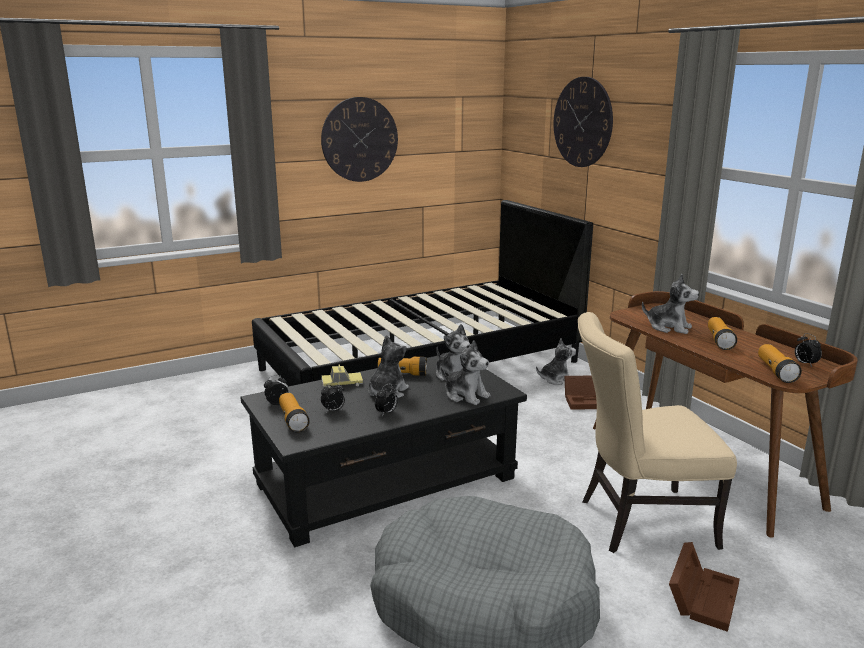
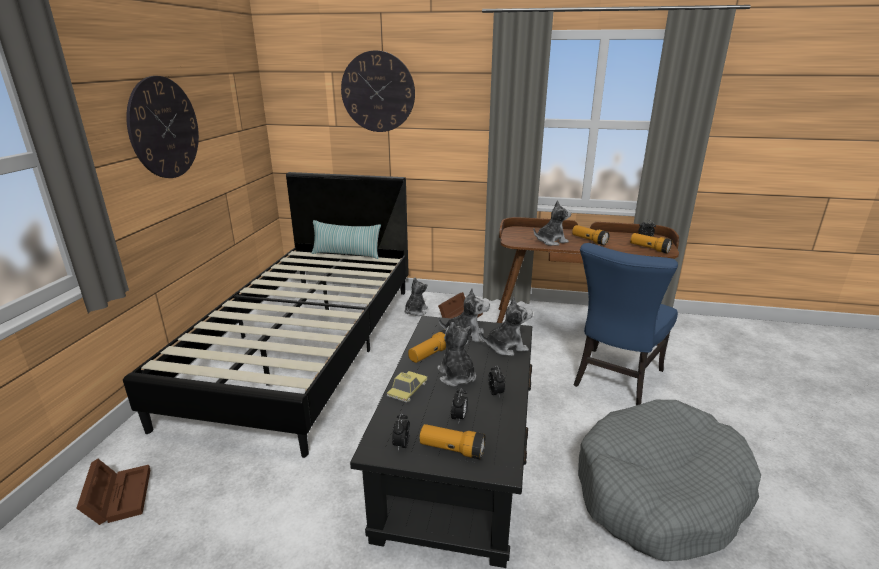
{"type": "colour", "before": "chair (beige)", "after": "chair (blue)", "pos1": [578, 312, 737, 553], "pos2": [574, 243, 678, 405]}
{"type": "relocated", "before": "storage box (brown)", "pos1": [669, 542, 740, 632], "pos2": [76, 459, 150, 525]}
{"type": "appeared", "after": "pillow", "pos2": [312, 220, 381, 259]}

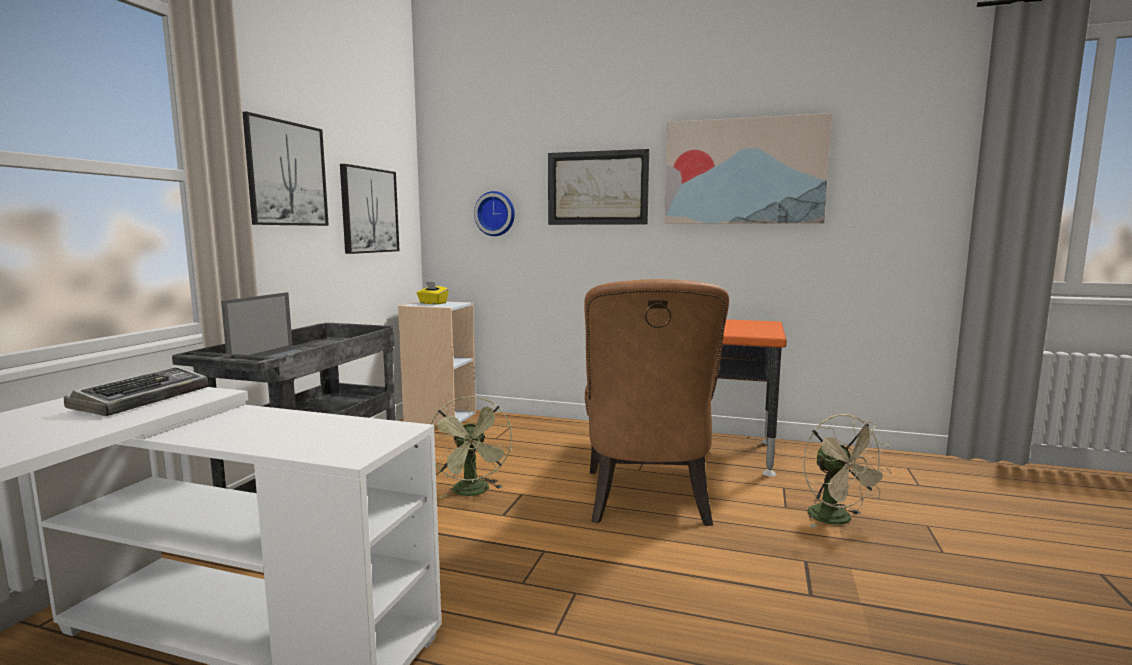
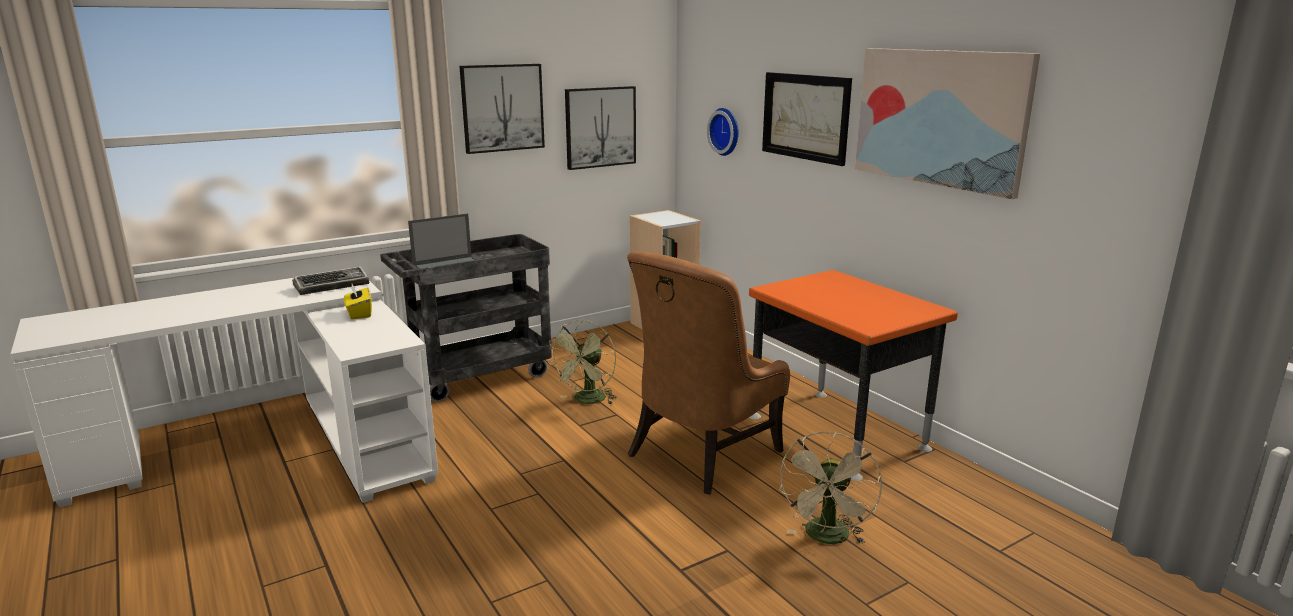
{"type": "relocated", "before": "tissue box (yellow)", "pos1": [417, 282, 449, 305], "pos2": [344, 284, 372, 319]}

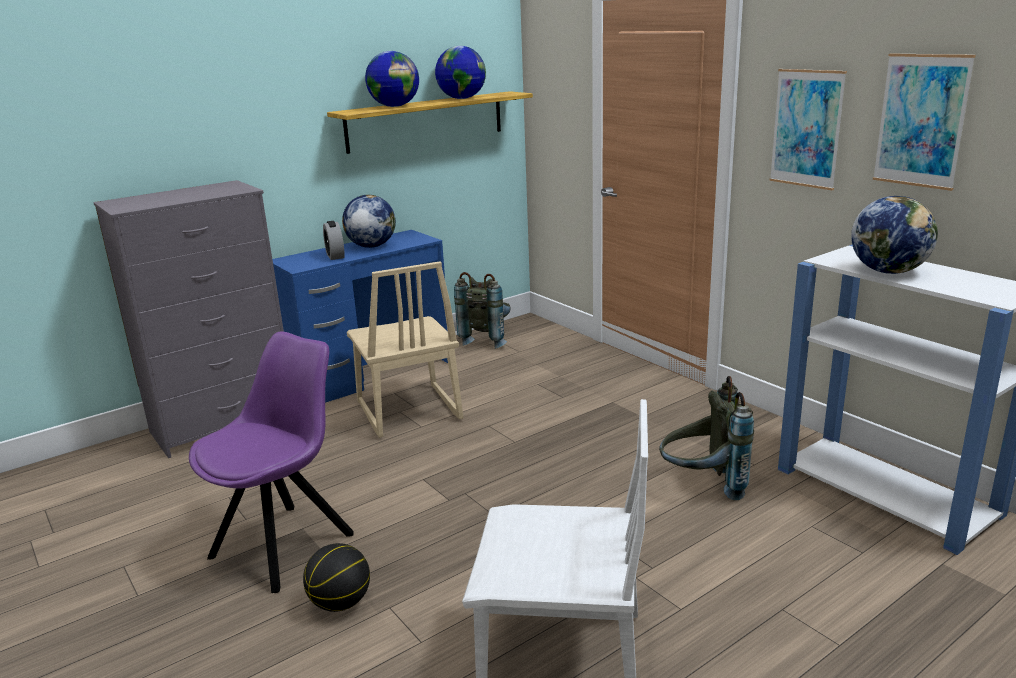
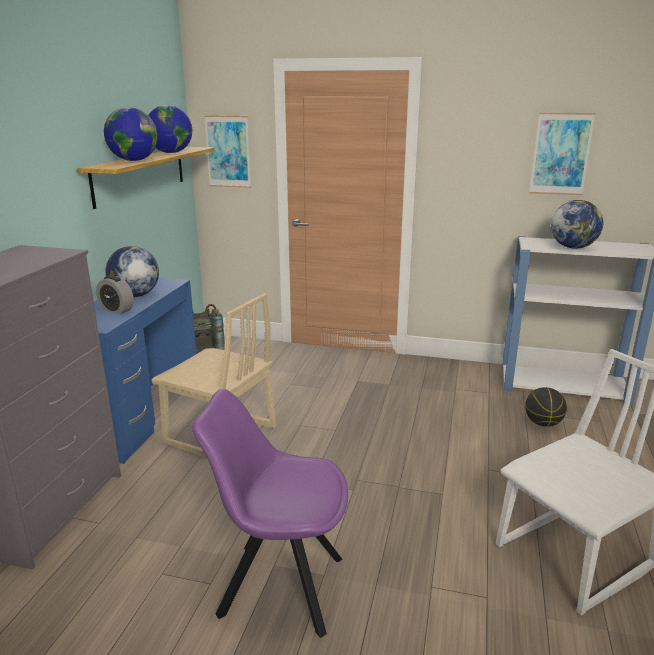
{"type": "relocated", "before": "picture", "pos1": [769, 69, 847, 190], "pos2": [204, 115, 251, 188]}
{"type": "spun", "before": "chair (purple)", "pos1": [189, 331, 354, 593], "pos2": [192, 389, 348, 638], "turn": -75}
{"type": "missing", "before": "backpack (grey)", "pos1": [659, 376, 754, 500]}
{"type": "relocated", "before": "basketball", "pos1": [303, 543, 370, 612], "pos2": [525, 387, 567, 427]}

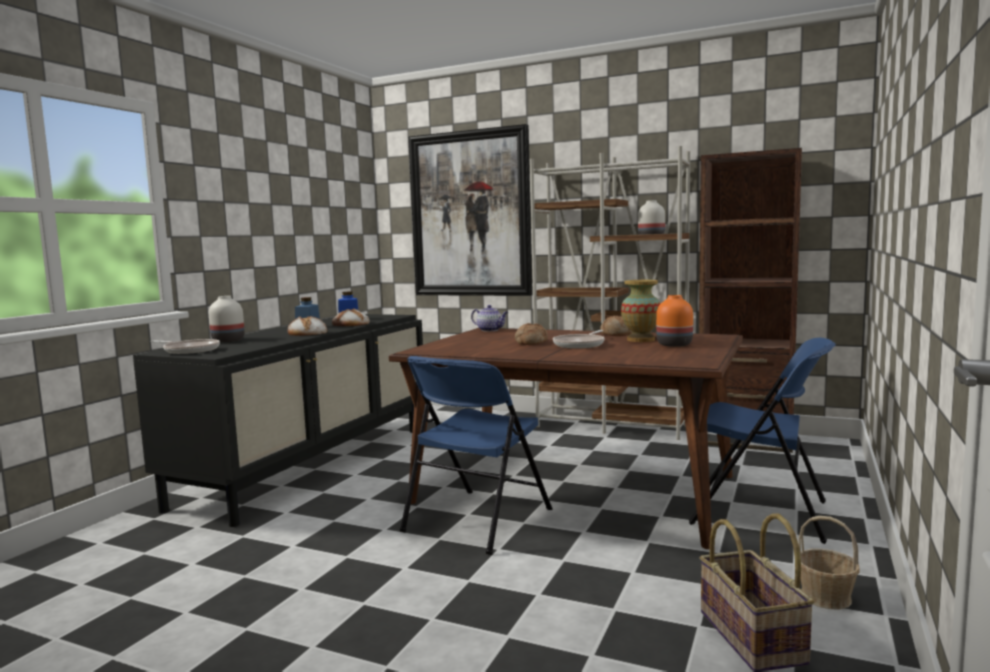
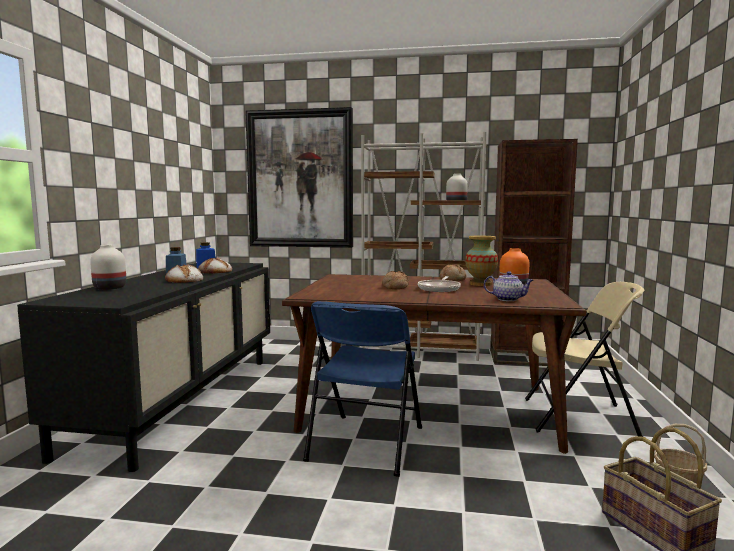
{"type": "relocated", "before": "teapot", "pos1": [471, 305, 508, 331], "pos2": [484, 271, 534, 301]}
{"type": "colour", "before": "chair (blue)", "after": "chair (beige)", "pos1": [689, 338, 836, 544], "pos2": [525, 282, 644, 437]}
{"type": "missing", "before": "frying pan", "pos1": [150, 339, 220, 354]}

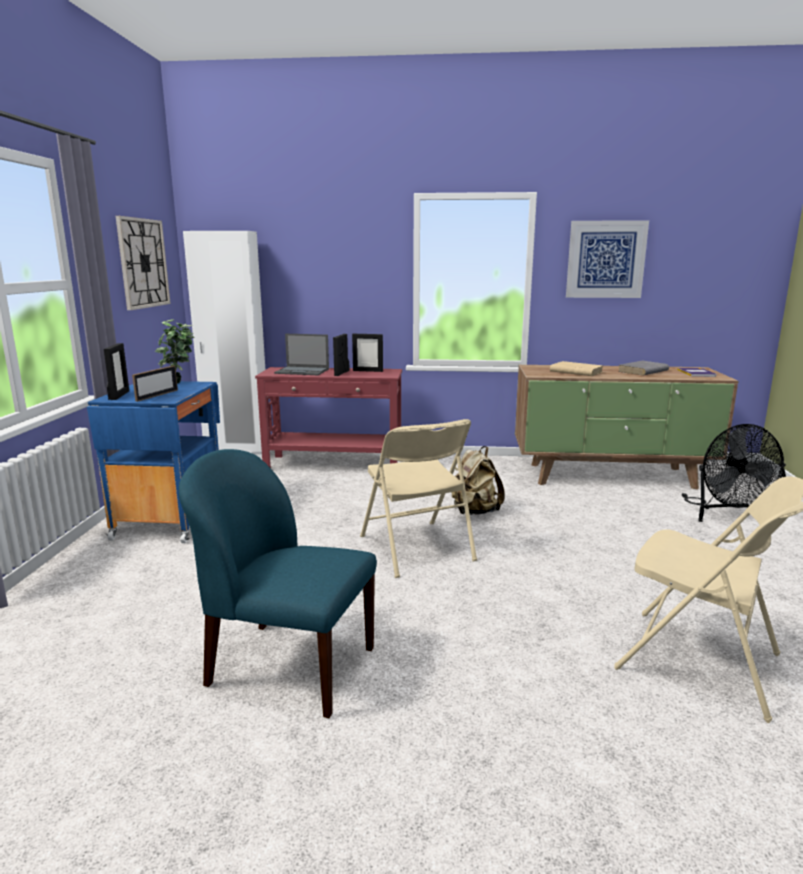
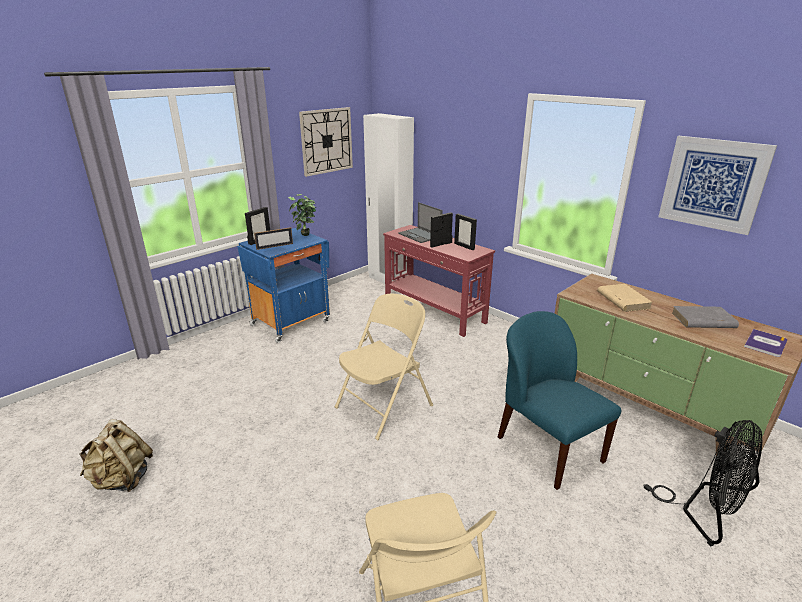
{"type": "spun", "before": "chair (beige)", "pos1": [360, 419, 477, 578], "pos2": [335, 294, 433, 440], "turn": -150}
{"type": "spun", "before": "fan (black)", "pos1": [682, 424, 786, 522], "pos2": [643, 420, 762, 547], "turn": -75}
{"type": "relocated", "before": "backpack (beige)", "pos1": [452, 446, 505, 515], "pos2": [79, 419, 153, 492]}
{"type": "relocated", "before": "chair (blue)", "pos1": [179, 449, 377, 718], "pos2": [498, 311, 621, 490]}

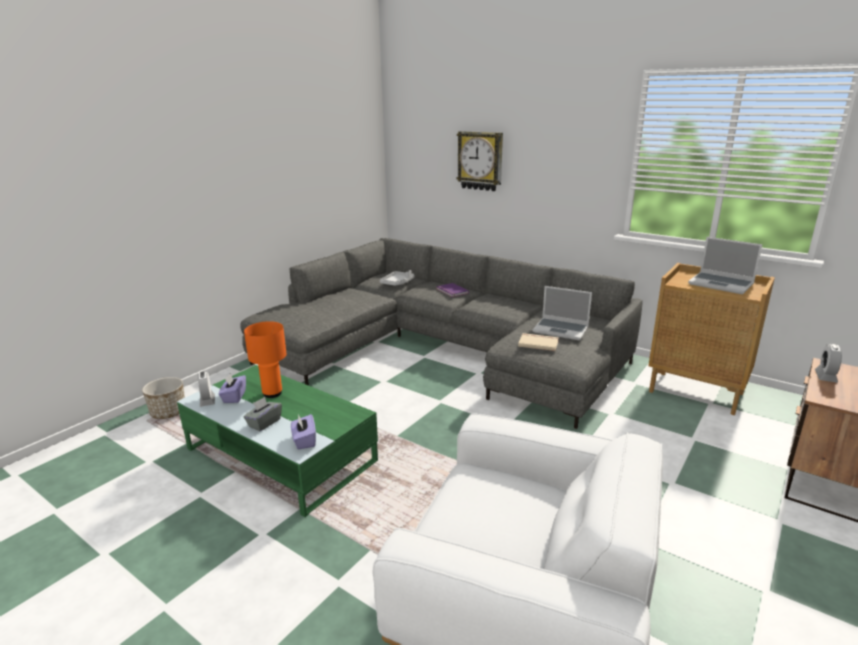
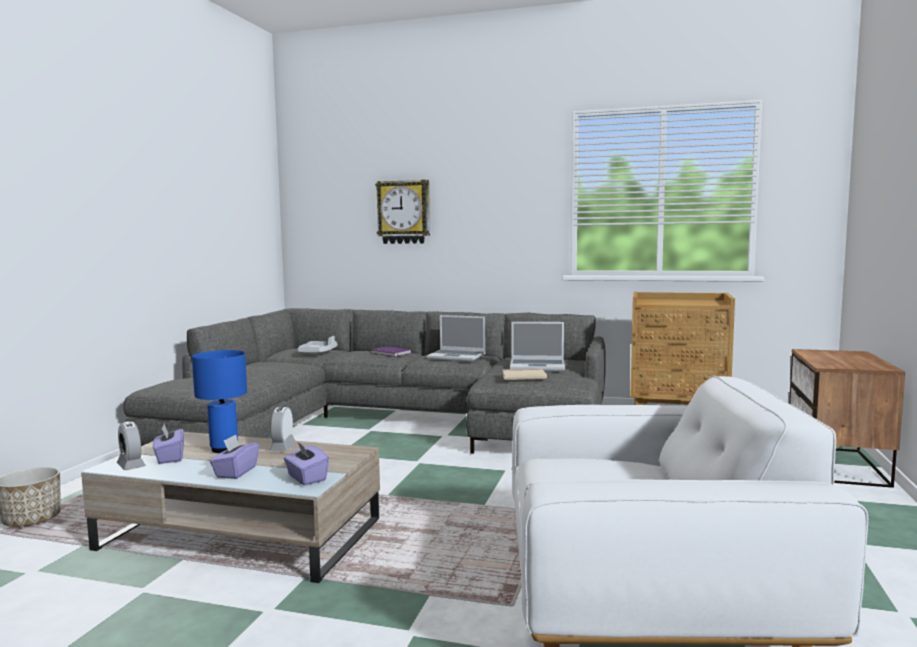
{"type": "relocated", "before": "laptop", "pos1": [688, 237, 763, 294], "pos2": [427, 315, 485, 362]}
{"type": "colour", "before": "table lamp (orange)", "after": "table lamp (blue)", "pos1": [244, 321, 286, 398], "pos2": [192, 350, 247, 453]}
{"type": "relocated", "before": "alarm clock", "pos1": [815, 344, 842, 383], "pos2": [269, 406, 296, 451]}
{"type": "colour", "before": "coffee table (green)", "after": "coffee table (beige)", "pos1": [177, 365, 378, 517], "pos2": [81, 432, 380, 583]}
{"type": "colour", "before": "tissue box (grey)", "after": "tissue box (purple)", "pos1": [244, 397, 282, 431], "pos2": [210, 434, 259, 479]}

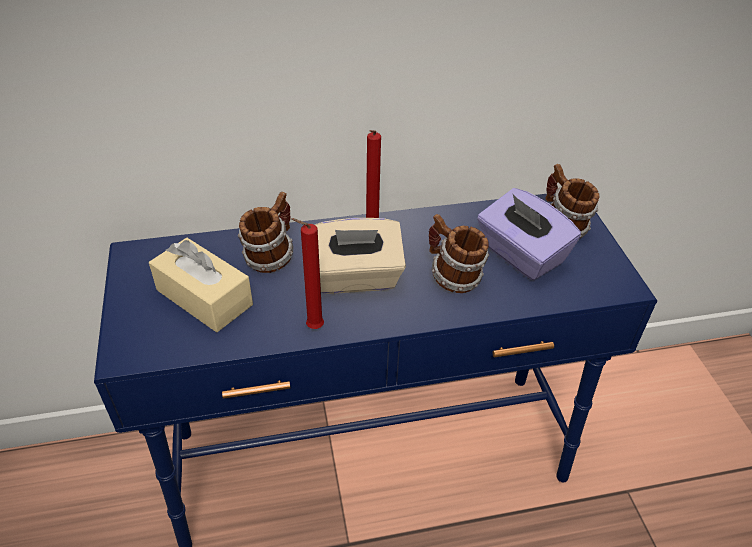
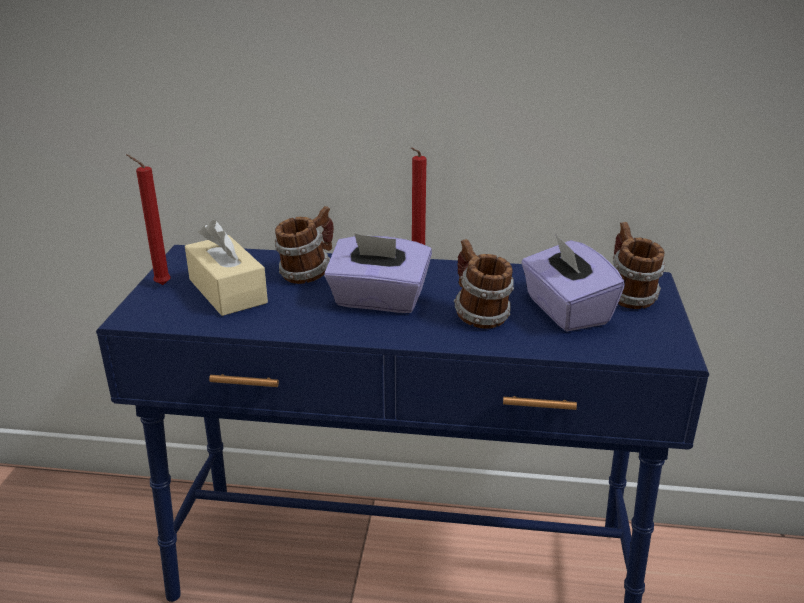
{"type": "relocated", "before": "candle (red)", "pos1": [291, 218, 324, 329], "pos2": [126, 154, 171, 285]}
{"type": "colour", "before": "tissue box (beige)", "after": "tissue box (purple)", "pos1": [315, 218, 406, 294], "pos2": [324, 233, 432, 313]}

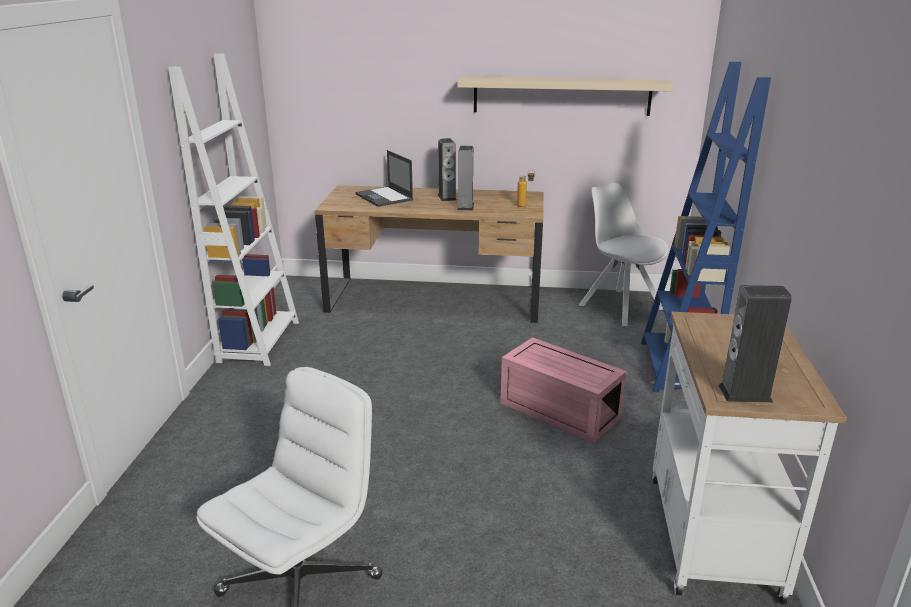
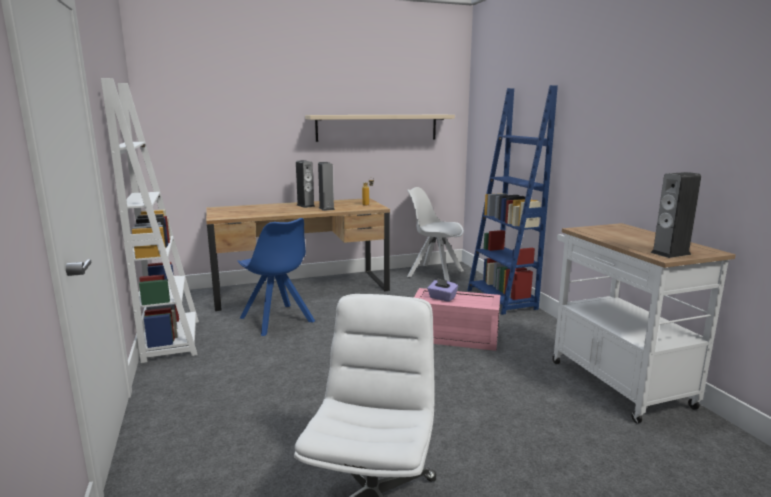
{"type": "missing", "before": "laptop", "pos1": [355, 150, 413, 207]}
{"type": "appeared", "after": "chair (blue)", "pos2": [238, 218, 315, 336]}
{"type": "appeared", "after": "tissue box (purple)", "pos2": [427, 278, 458, 302]}

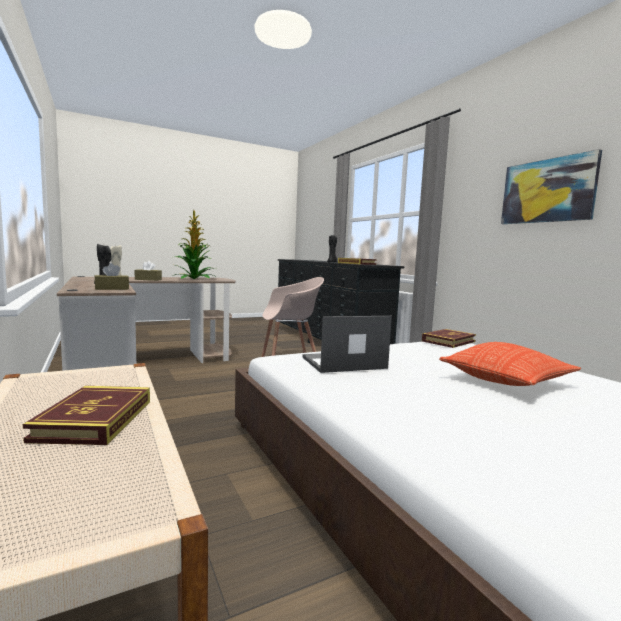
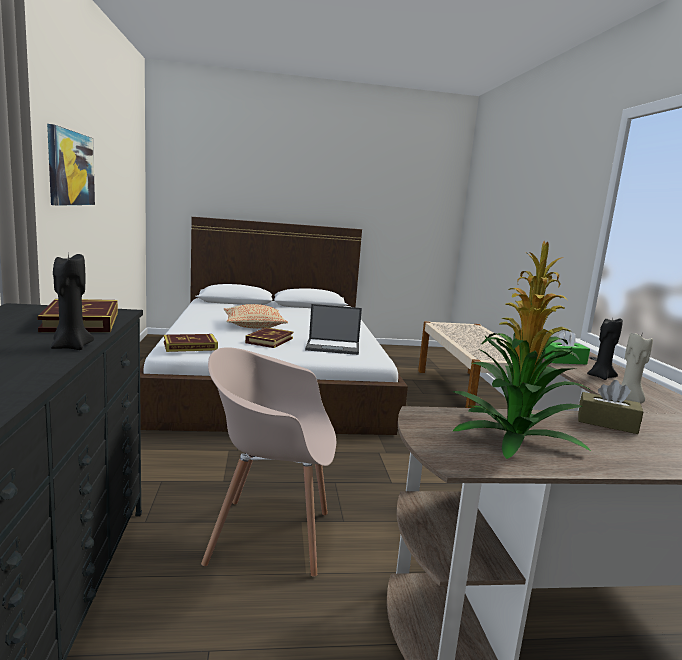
{"type": "colour", "before": "tissue box (brown)", "after": "tissue box (green)", "pos1": [94, 263, 129, 290], "pos2": [544, 329, 590, 364]}
{"type": "colour", "before": "pillow (orange)", "after": "pillow (beige)", "pos1": [439, 342, 581, 386], "pos2": [224, 304, 288, 329]}
{"type": "relocated", "before": "book", "pos1": [23, 386, 150, 445], "pos2": [245, 327, 293, 348]}

